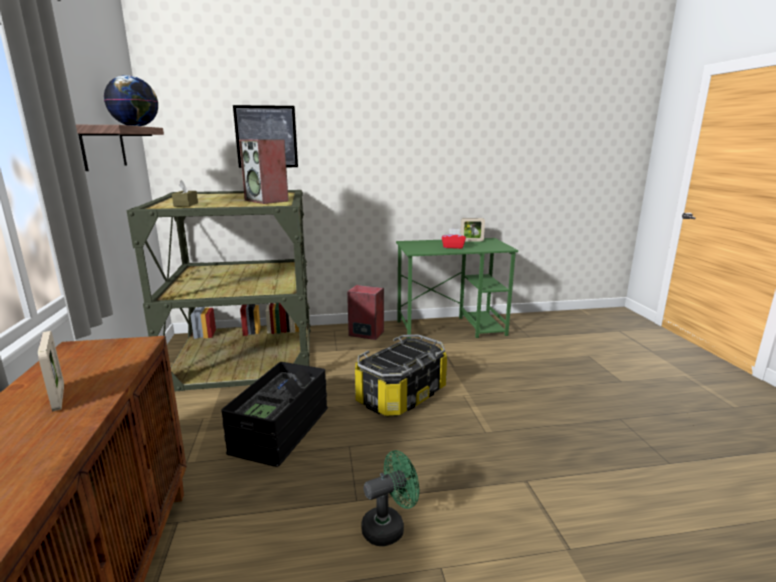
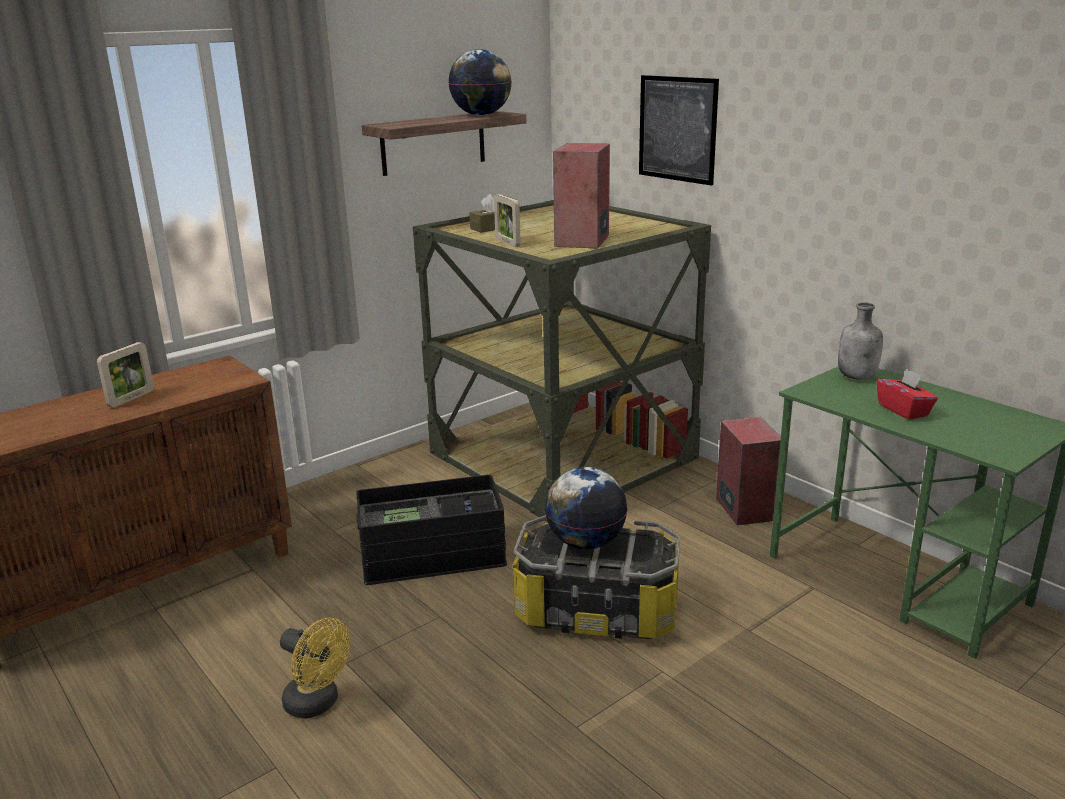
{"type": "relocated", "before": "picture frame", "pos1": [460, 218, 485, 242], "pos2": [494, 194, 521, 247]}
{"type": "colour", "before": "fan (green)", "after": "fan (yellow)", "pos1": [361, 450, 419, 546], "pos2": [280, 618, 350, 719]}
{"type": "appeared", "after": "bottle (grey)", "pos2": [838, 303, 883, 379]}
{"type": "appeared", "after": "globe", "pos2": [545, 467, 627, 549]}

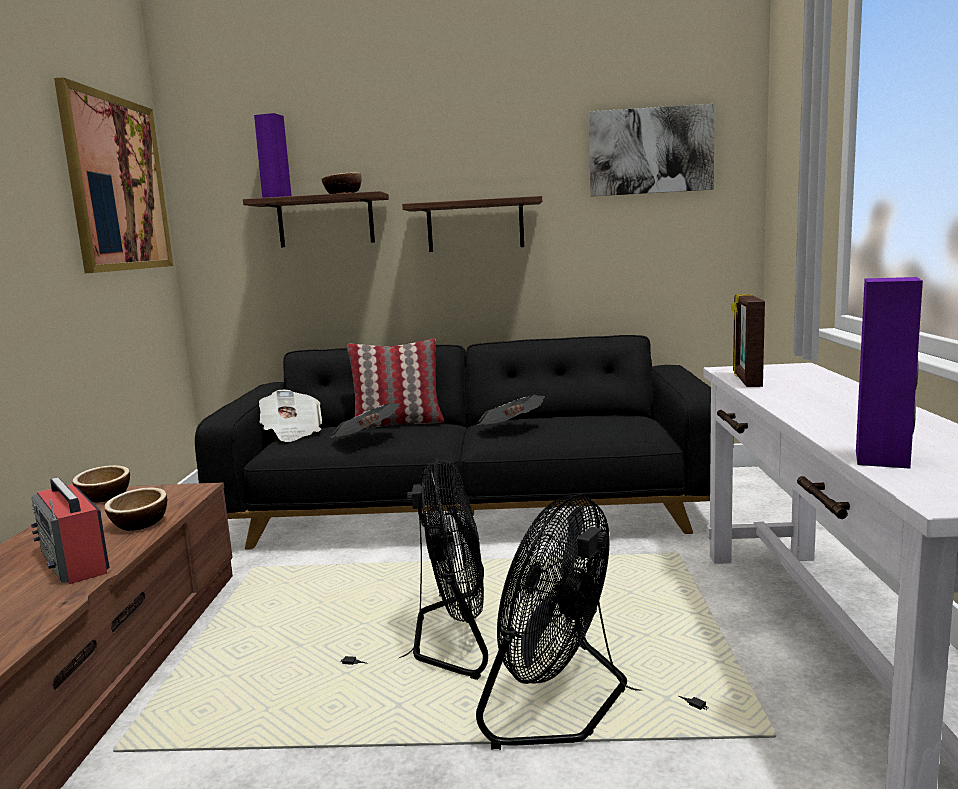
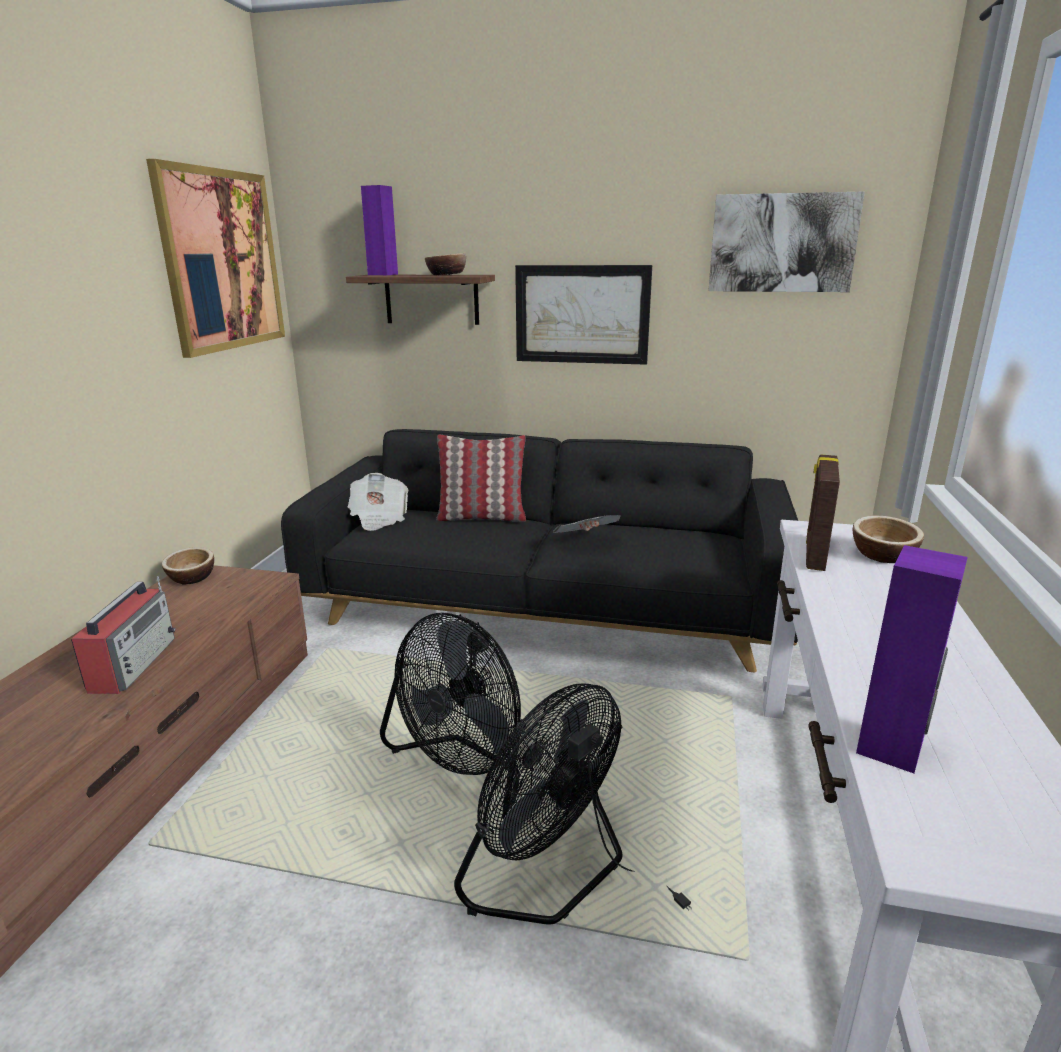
{"type": "exchanged", "before": "shelf", "after": "picture", "pos1": [402, 196, 542, 252], "pos2": [515, 265, 652, 365]}
{"type": "missing", "before": "newspaper", "pos1": [330, 403, 400, 438]}
{"type": "spun", "before": "fan (black)", "pos1": [341, 459, 488, 680], "pos2": [380, 613, 526, 819], "turn": 120}
{"type": "spun", "before": "radio", "pos1": [31, 477, 109, 584], "pos2": [71, 576, 176, 694], "turn": -150}
{"type": "relocated", "before": "bowl", "pos1": [104, 488, 167, 531], "pos2": [853, 515, 924, 563]}

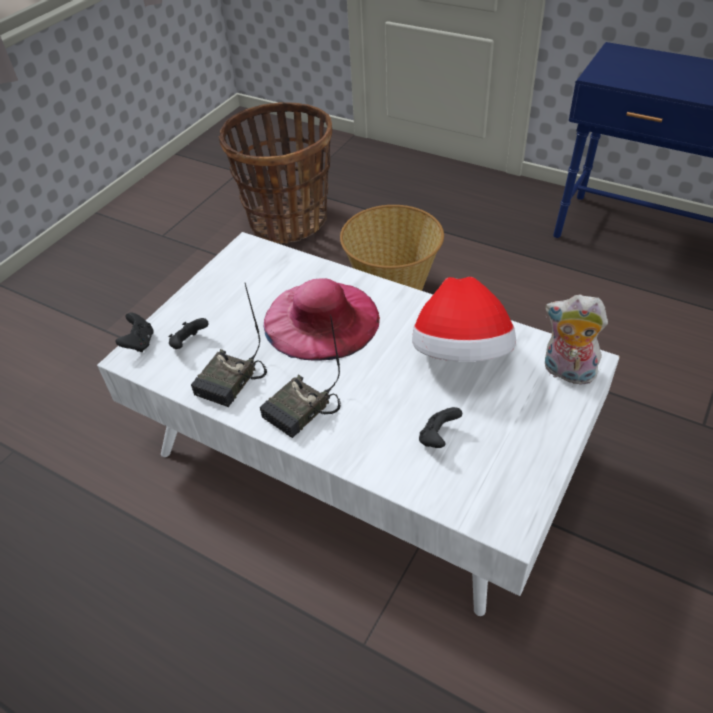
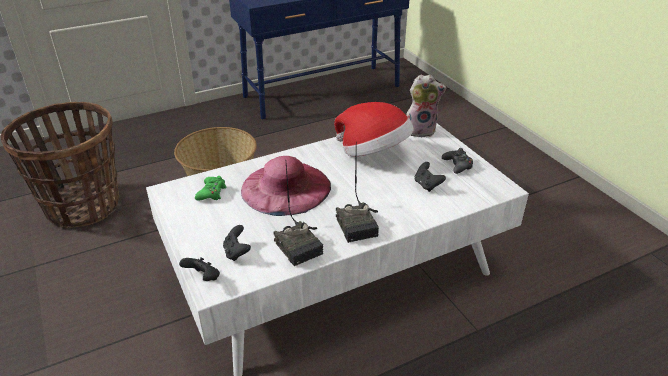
{"type": "spun", "before": "plush toy", "pos1": [545, 295, 608, 385], "pos2": [406, 74, 446, 138], "turn": -150}
{"type": "appeared", "after": "game controller (black)", "pos2": [442, 148, 473, 174]}
{"type": "appeared", "after": "game controller (green)", "pos2": [195, 176, 227, 200]}

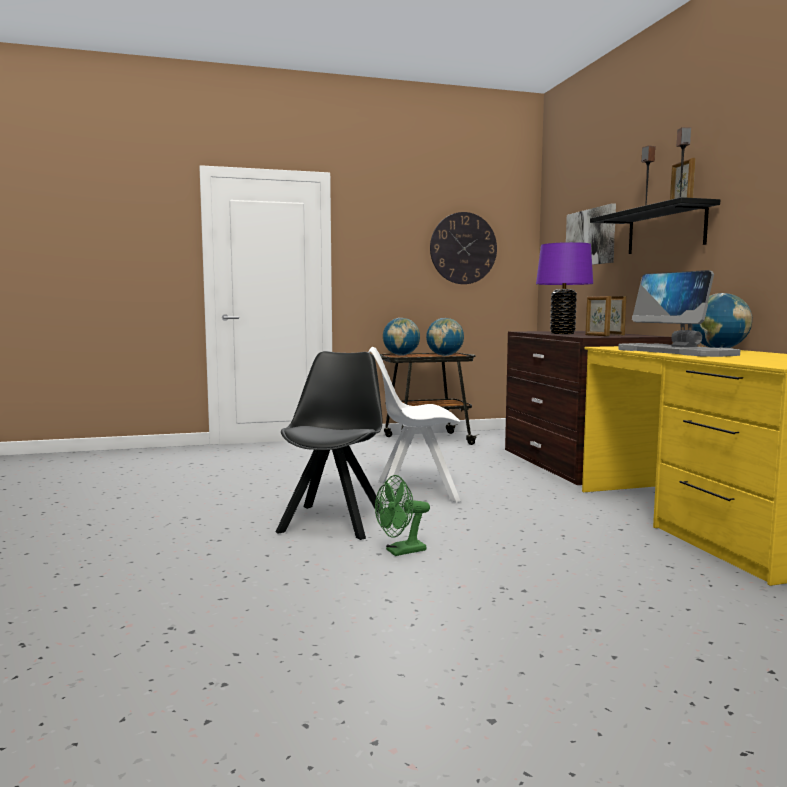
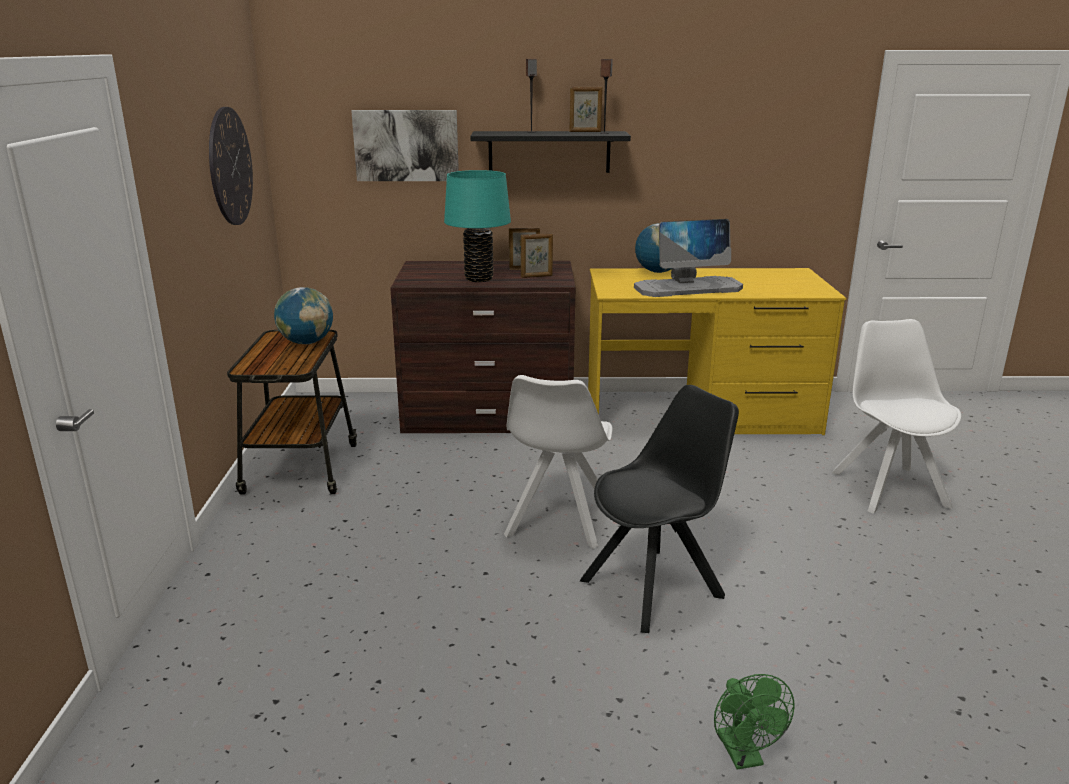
{"type": "colour", "before": "table lamp (purple)", "after": "table lamp (turquoise)", "pos1": [536, 242, 593, 334], "pos2": [444, 170, 511, 282]}
{"type": "missing", "before": "globe", "pos1": [383, 318, 420, 356]}
{"type": "spun", "before": "chair (black)", "pos1": [276, 351, 382, 540], "pos2": [580, 385, 739, 633], "turn": 120}
{"type": "relocated", "before": "fan (green)", "pos1": [375, 475, 430, 556], "pos2": [714, 674, 795, 770]}
{"type": "appeared", "after": "chair (white)", "pos2": [832, 319, 961, 514]}

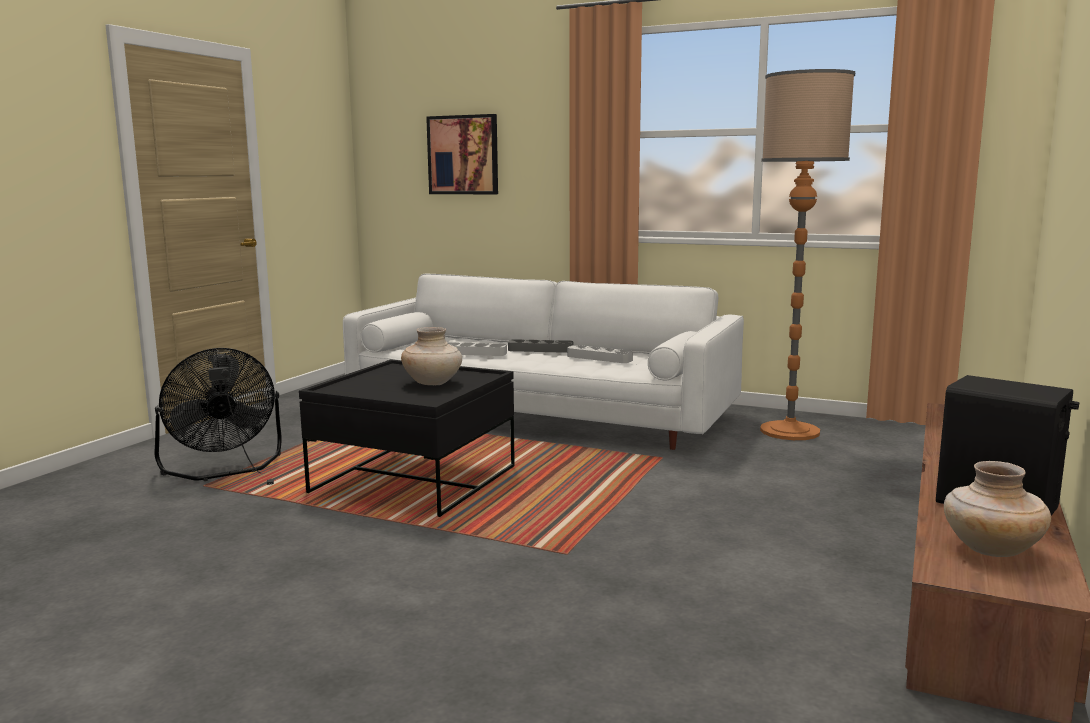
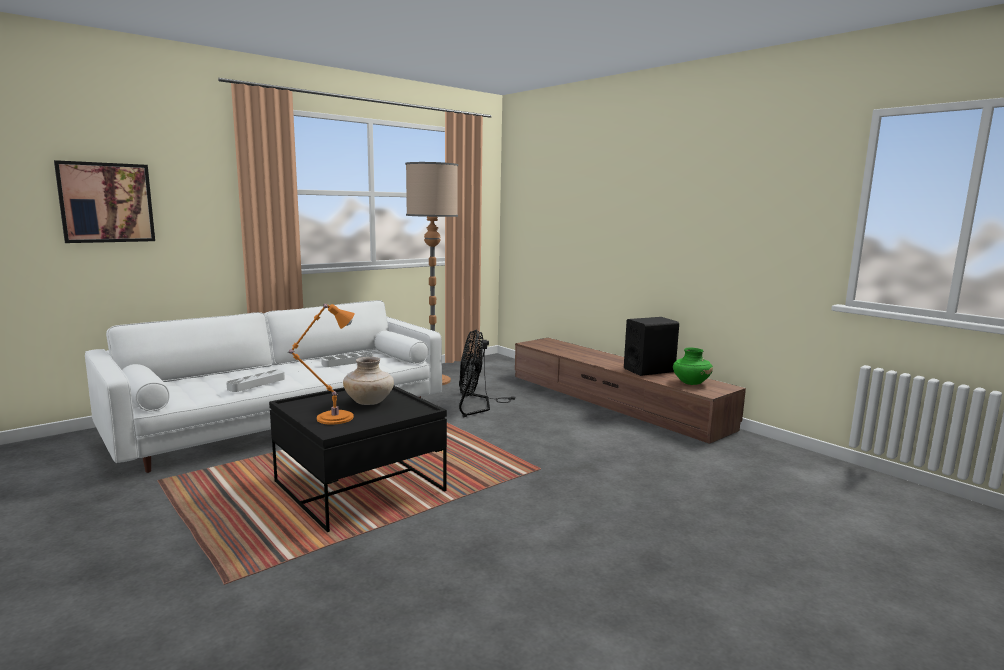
{"type": "missing", "before": "tray (grey)", "pos1": [508, 339, 573, 353]}
{"type": "relocated", "before": "fan (black)", "pos1": [154, 348, 282, 485], "pos2": [459, 330, 516, 417]}
{"type": "colour", "before": "vase (beige)", "after": "vase (green)", "pos1": [944, 461, 1051, 557], "pos2": [673, 348, 713, 385]}
{"type": "appeared", "after": "table lamp (orange)", "pos2": [288, 304, 355, 425]}

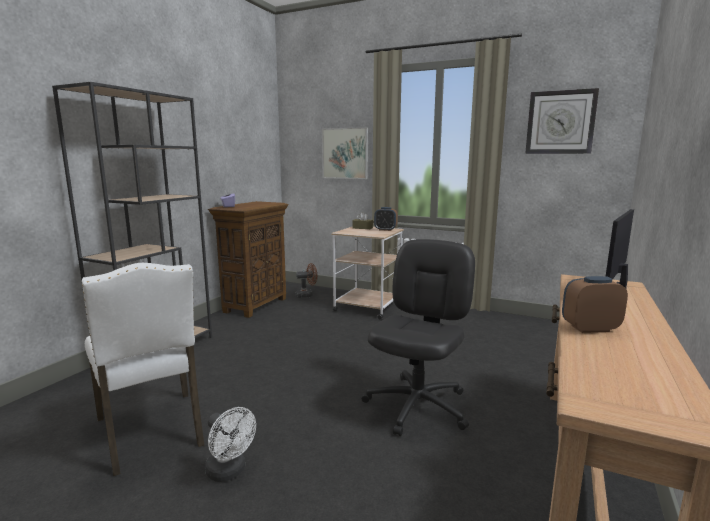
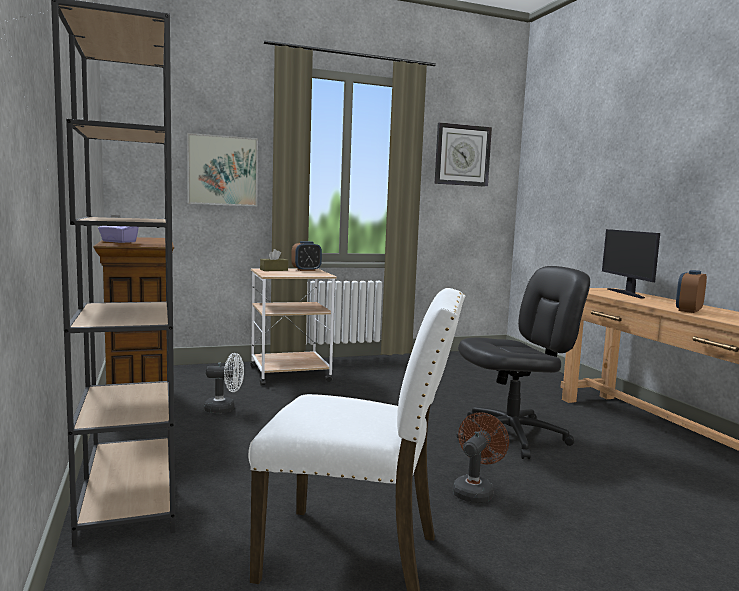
{"type": "spun", "before": "office chair (black)", "pos1": [361, 239, 475, 436], "pos2": [457, 266, 590, 459], "turn": 90}
{"type": "relocated", "before": "fan (brown)", "pos1": [296, 263, 317, 298], "pos2": [452, 412, 509, 503]}
{"type": "relocated", "before": "fan (white)", "pos1": [205, 407, 256, 482], "pos2": [204, 353, 244, 413]}

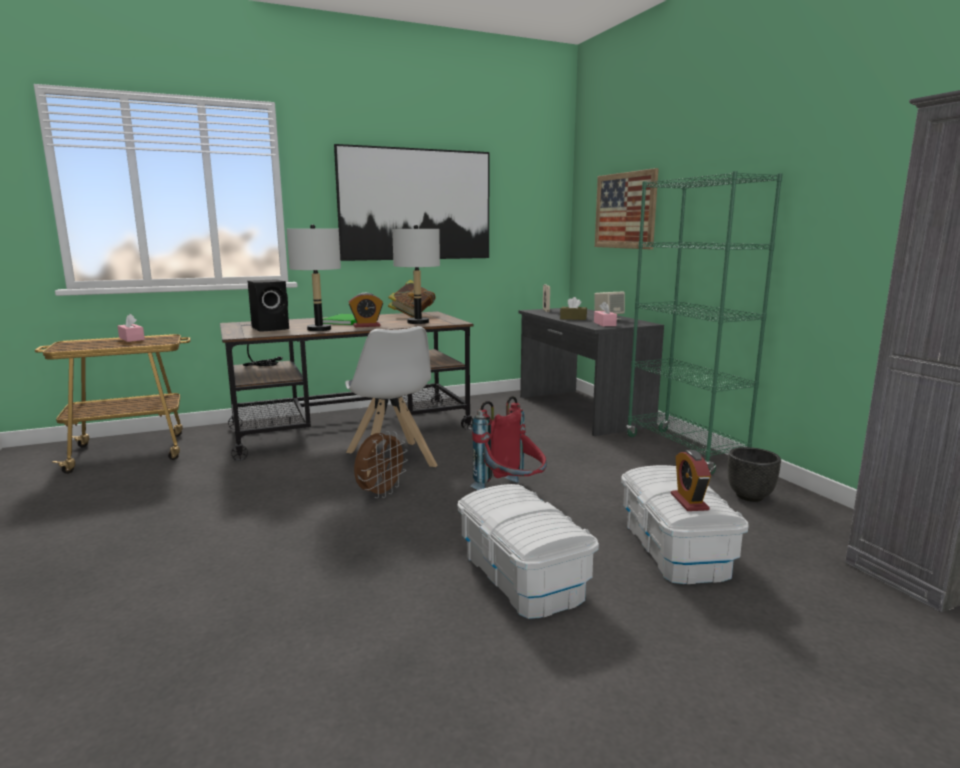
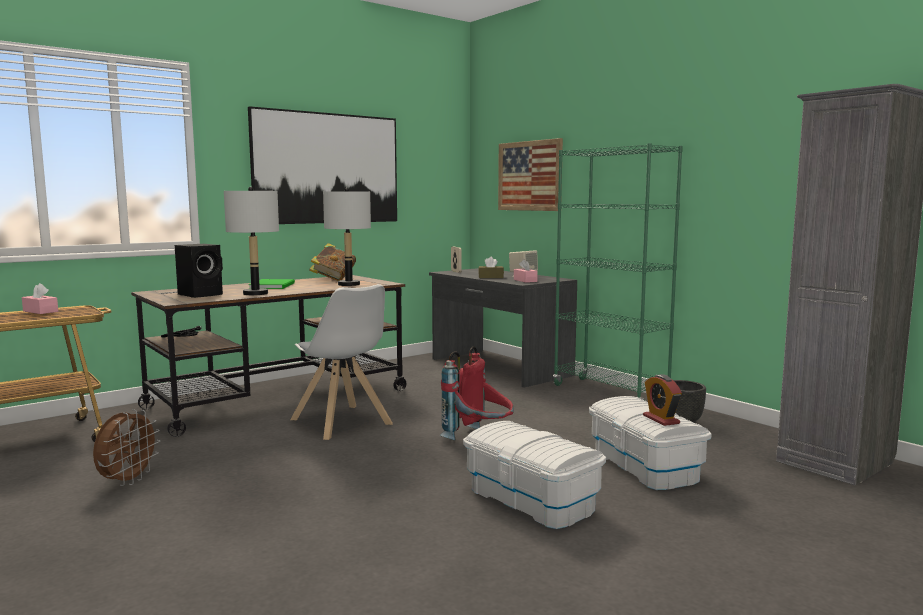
{"type": "missing", "before": "alarm clock", "pos1": [348, 293, 383, 327]}
{"type": "relocated", "before": "fan (brown)", "pos1": [354, 431, 408, 498], "pos2": [93, 409, 160, 486]}

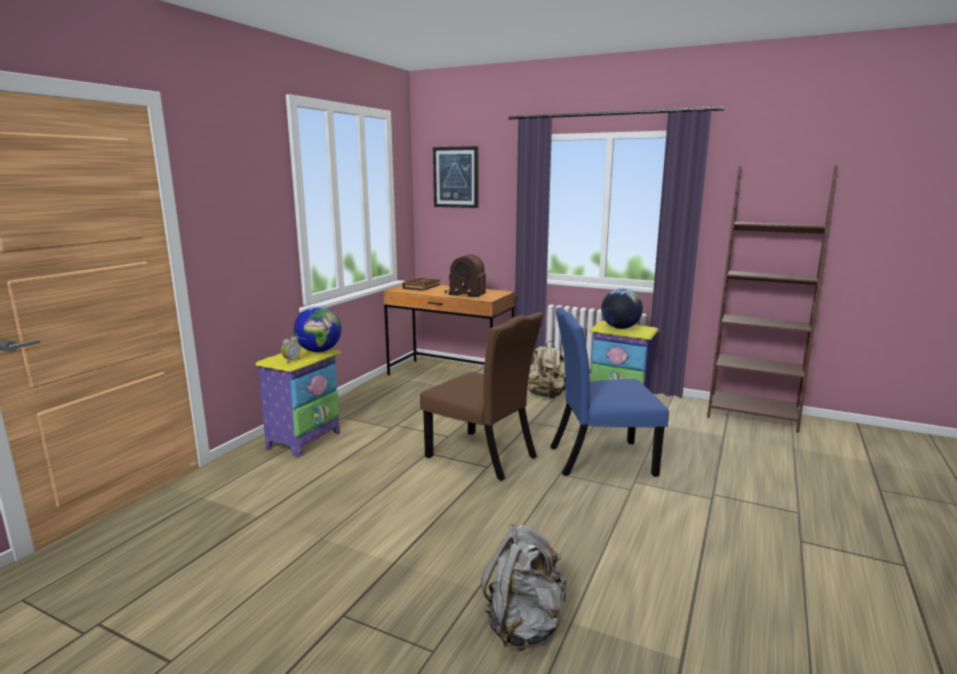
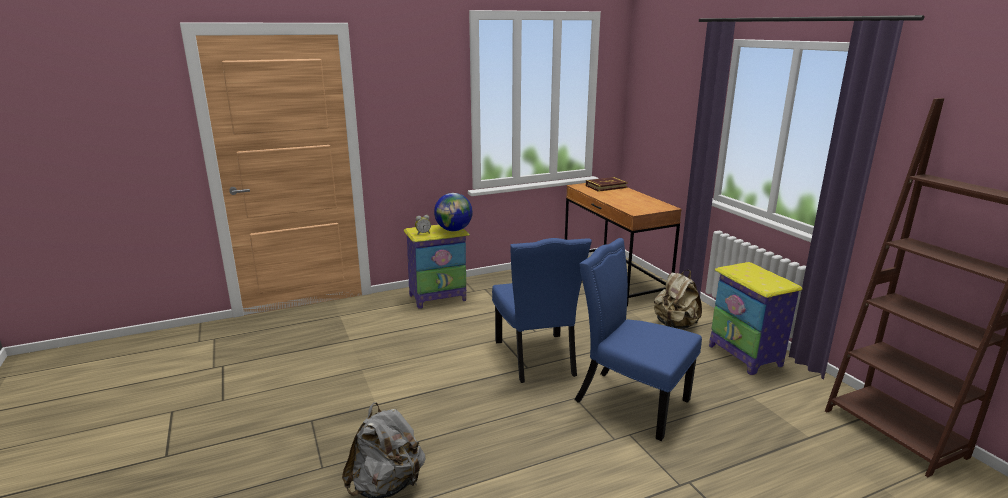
{"type": "missing", "before": "picture", "pos1": [433, 146, 478, 208]}
{"type": "missing", "before": "radio", "pos1": [444, 254, 486, 297]}
{"type": "missing", "before": "globe", "pos1": [601, 289, 643, 329]}
{"type": "colour", "before": "chair (brown)", "after": "chair (blue)", "pos1": [420, 312, 543, 481], "pos2": [492, 238, 592, 383]}

